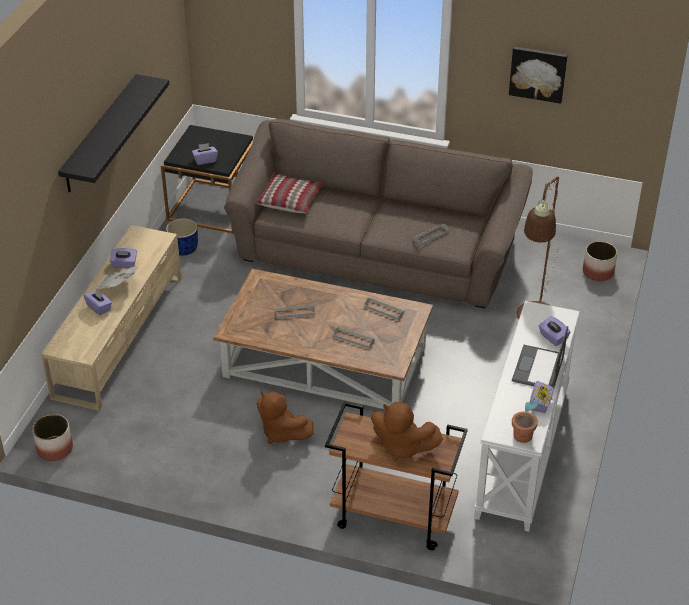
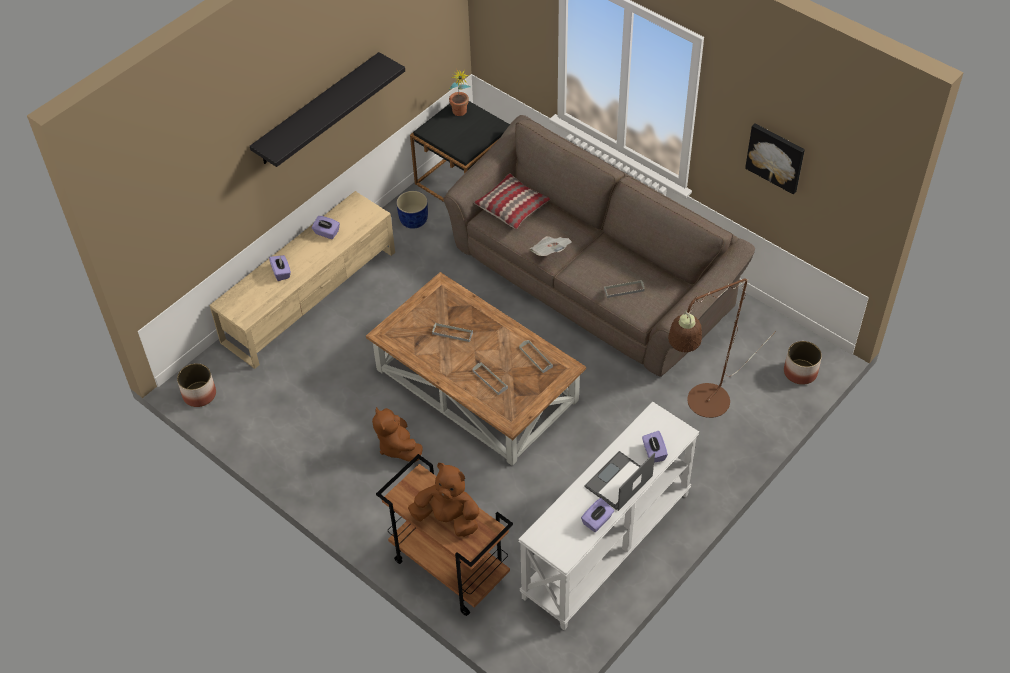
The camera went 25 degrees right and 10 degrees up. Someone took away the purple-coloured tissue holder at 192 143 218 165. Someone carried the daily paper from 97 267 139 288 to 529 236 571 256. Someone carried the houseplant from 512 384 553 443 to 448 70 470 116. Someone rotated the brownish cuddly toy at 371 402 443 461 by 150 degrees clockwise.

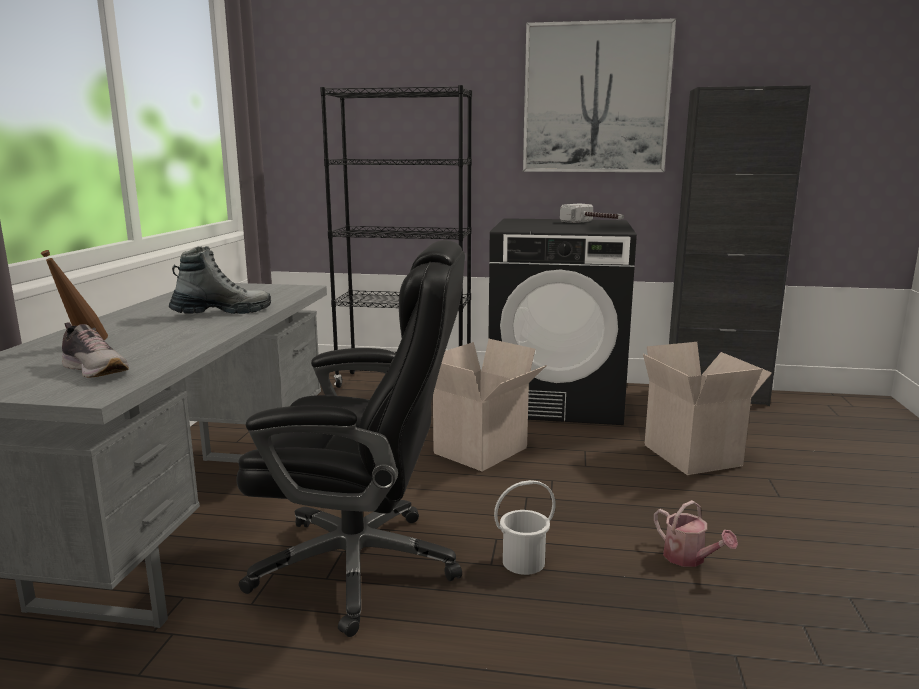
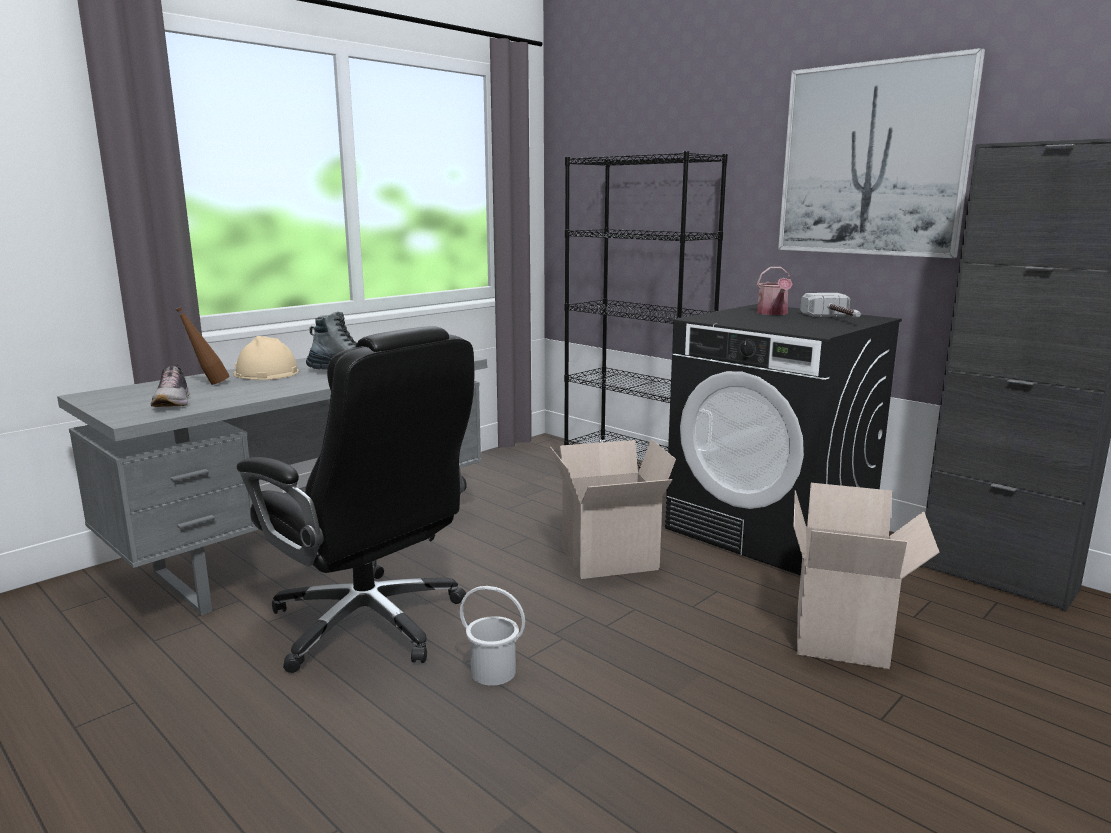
The camera went 35 degrees right and 0 degrees up. Someone carried the sprinkling can from 654 500 738 567 to 757 267 792 315. Someone put down the sand-coloured hard hat at 233 336 299 380.

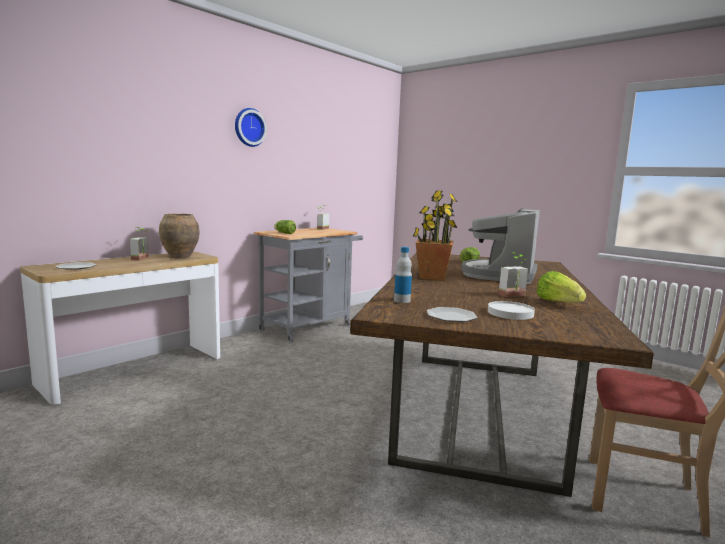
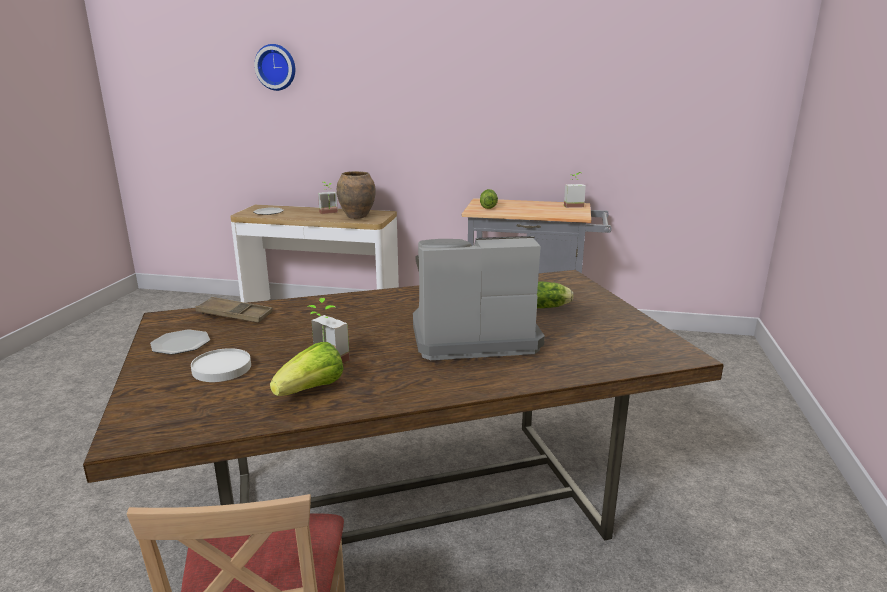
The camera went 60 degrees right and 10 degrees up. Someone carried the wall clock from 235 108 267 147 to 254 44 295 91. Someone took away the houseplant at 413 190 458 281. Someone swapped the beverage bottle at 394 247 412 303 for the brownish tray at 196 297 273 323.

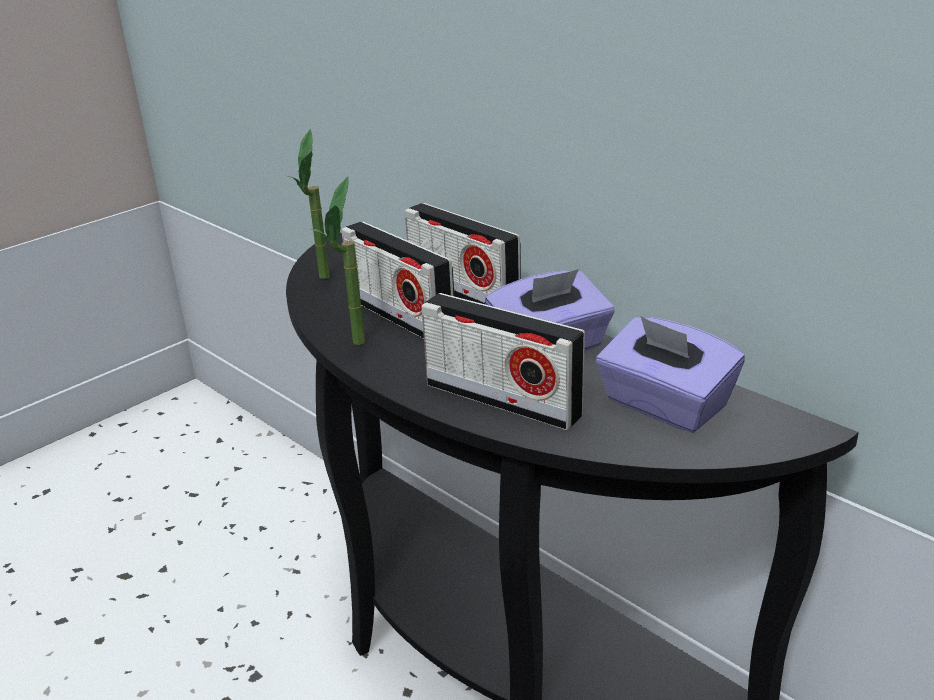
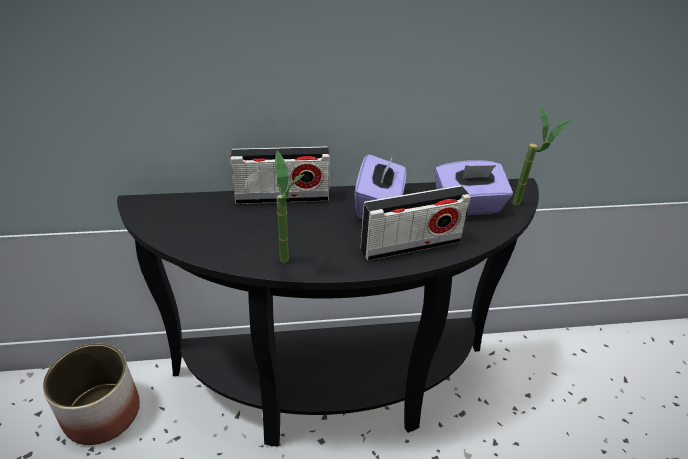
The camera went 55 degrees left and 10 degrees up. Someone carried the houseplant from 287 129 330 279 to 513 104 573 205. Someone took away the radio at 341 222 454 339. Someone put down the planter at 43 344 140 445.

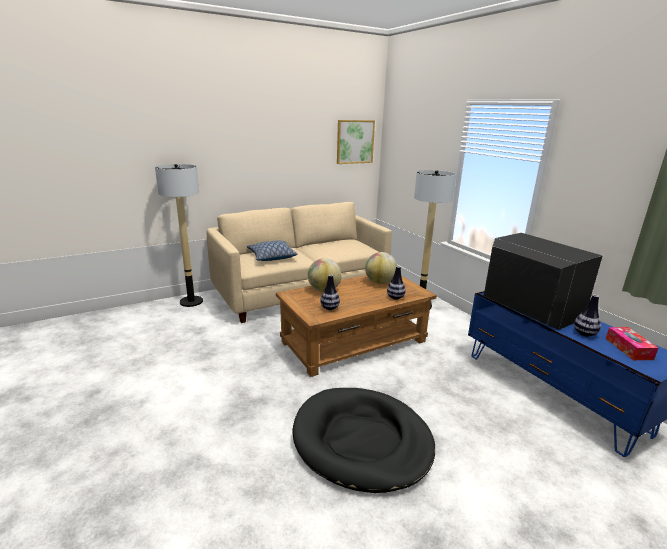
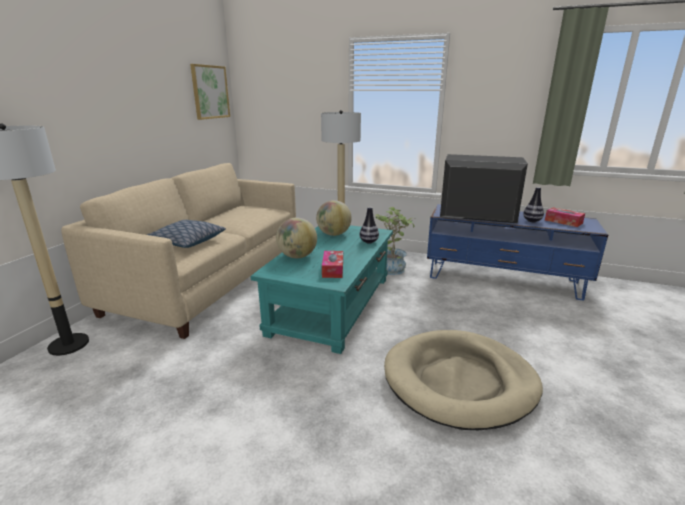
The camera went 40 degrees left and 0 degrees up. Someone swapped the vase at 320 274 340 310 for the tissue holder at 322 251 343 278. Someone repainted the brownish lounge table at 276 275 437 377, which became the turquoise-coloured lounge table at 250 225 393 354. Someone repainted the blackish dog bed at 292 388 435 493, which became the sand-coloured dog bed at 384 330 543 430. Someone put down the houseplant at 375 207 415 275.

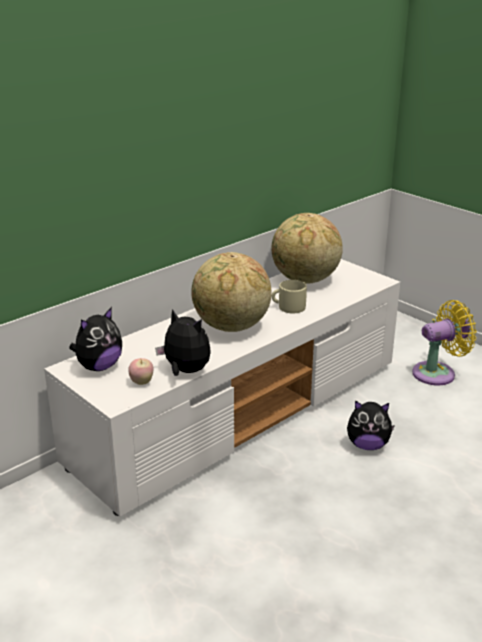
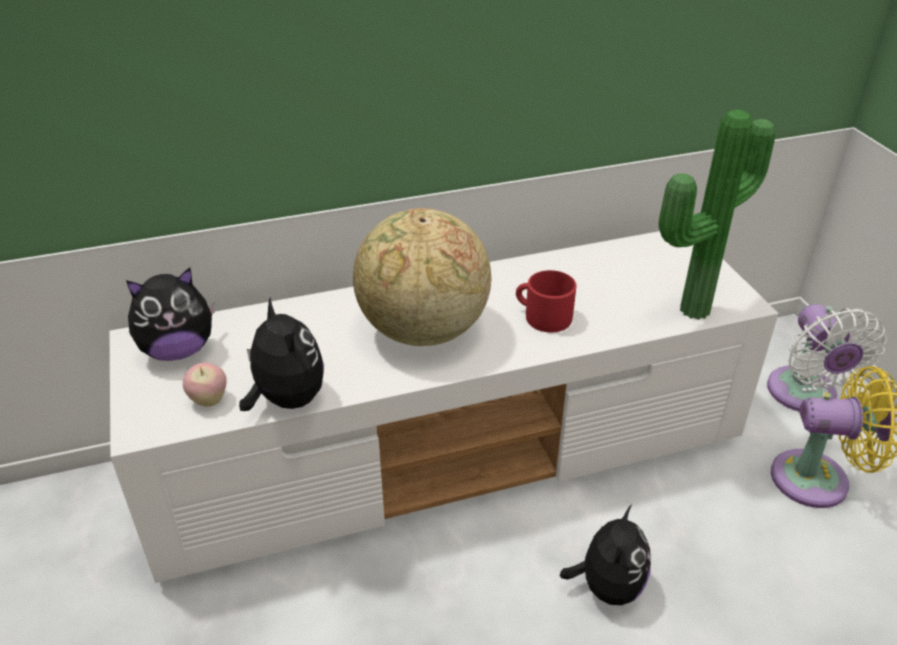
The camera went 25 degrees right and 10 degrees up. Someone took away the desk globe at 272 213 343 283. Someone repainted the sand-coloured tea mug at 271 280 307 313, which became the red tea mug at 516 270 576 332. Someone rotated the cuddly toy at 347 400 395 450 by 105 degrees counterclockwise. Someone put down the houseplant at 659 109 776 320. Someone put down the white-coloured cooling fan at 767 304 887 411.

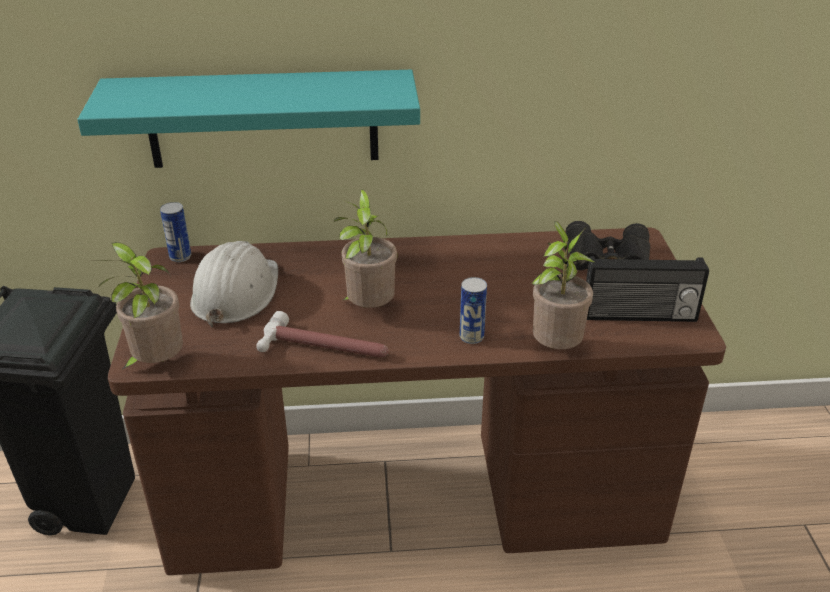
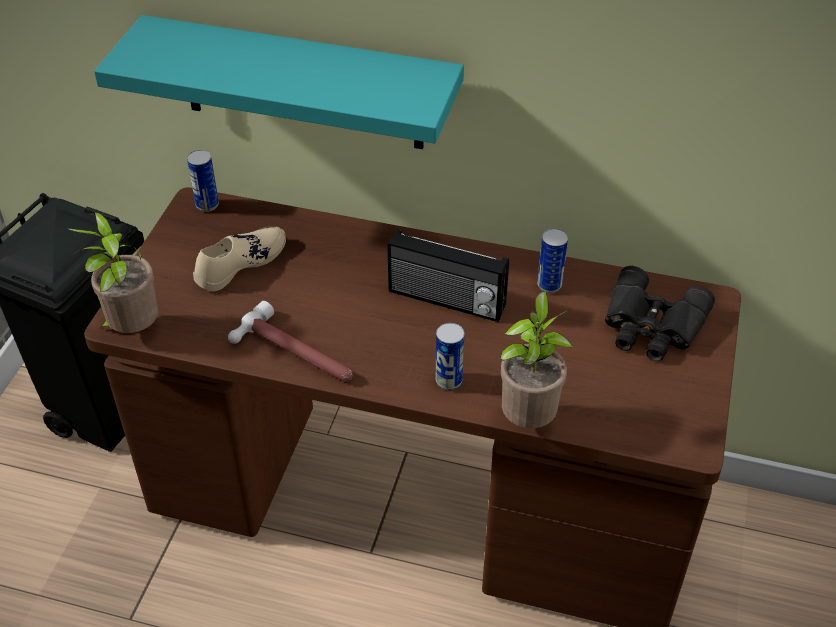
The camera went 20 degrees right and 10 degrees up. Someone took away the houseplant at 334 189 397 308. Someone swapped the white-coloured hard hat at 190 241 278 328 for the sand-coloured shoe at 193 226 286 291. Someone carried the radio from 586 256 709 322 to 387 229 509 322. Someone put down the sealed can at 537 228 568 293.

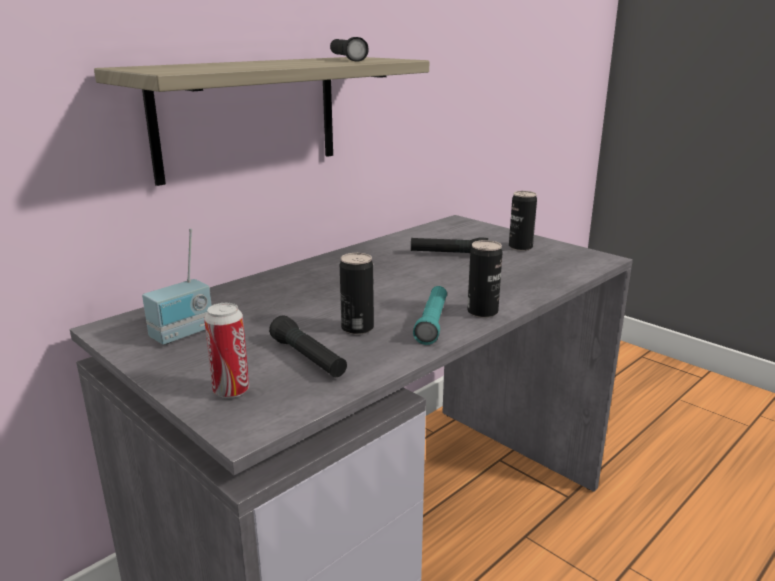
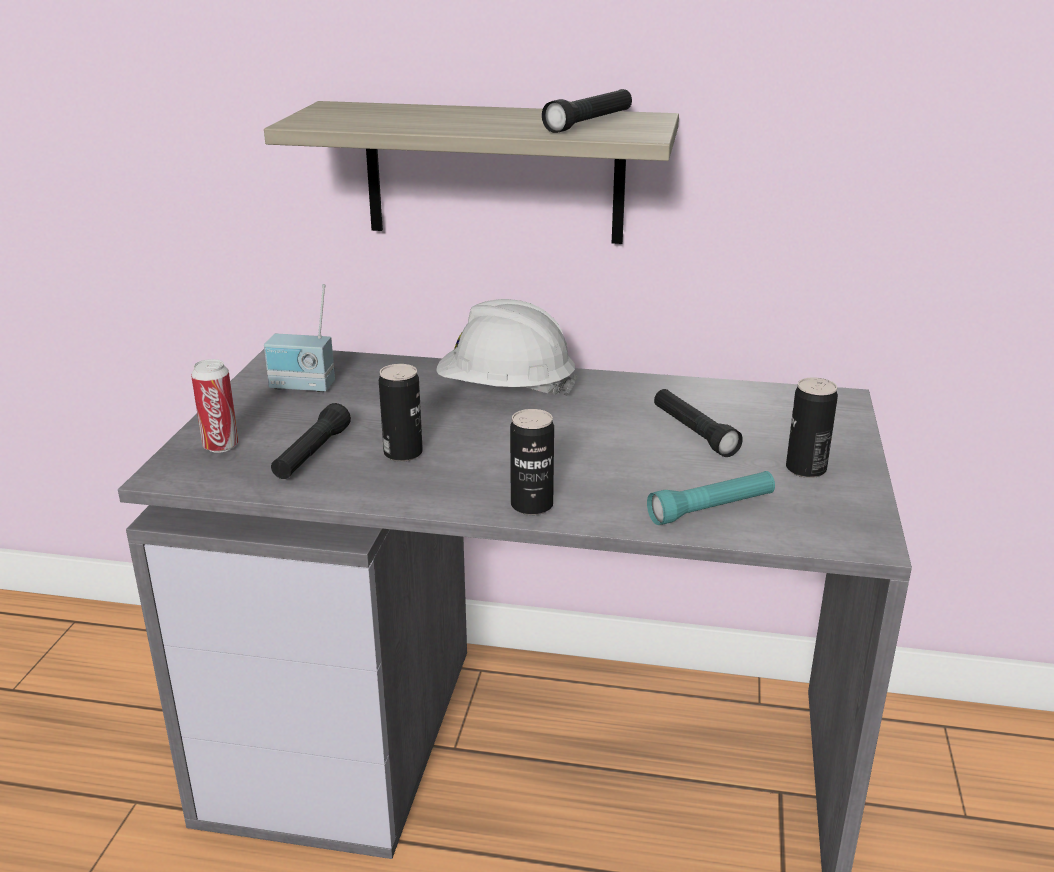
The camera went 55 degrees right and 5 degrees up. Someone carried the turquoise-coloured hand torch from 413 286 447 345 to 647 471 775 525. Someone put down the white-coloured hard hat at 436 299 578 396.

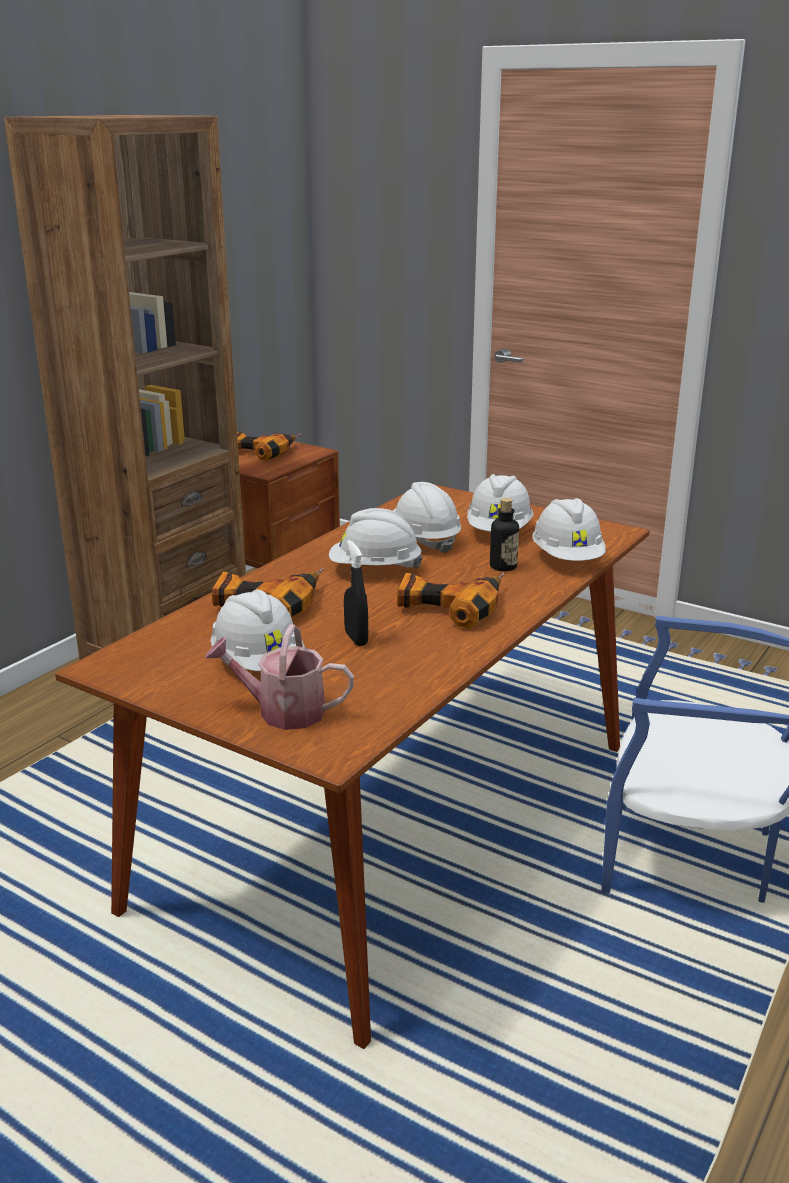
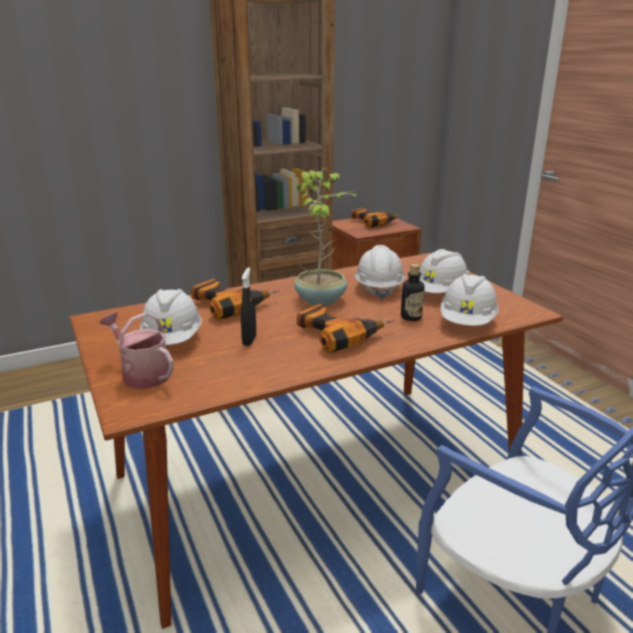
The camera went 30 degrees right and 0 degrees up. Someone swapped the white-coloured hard hat at 329 508 423 569 for the houseplant at 294 168 360 306.

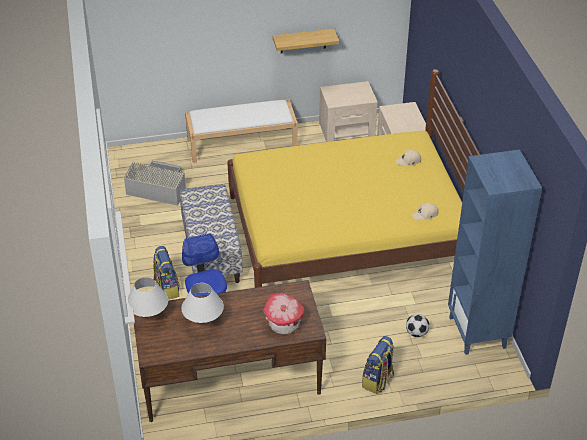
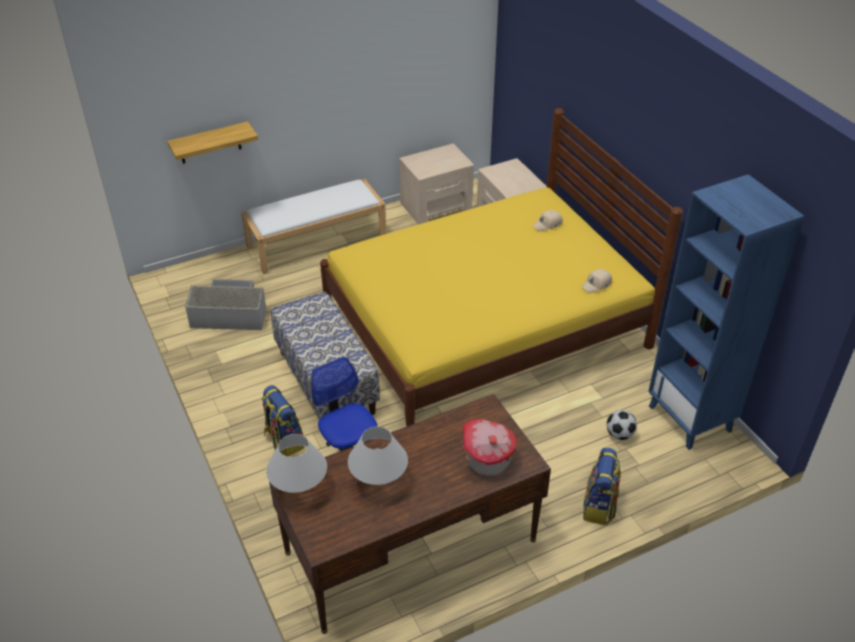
The camera went 15 degrees left and 0 degrees up. Someone carried the bracket shelf from 272 29 339 53 to 167 121 258 164.

